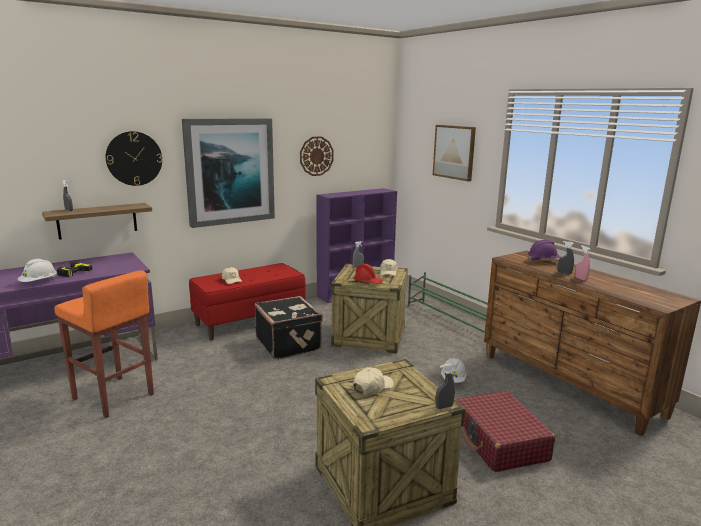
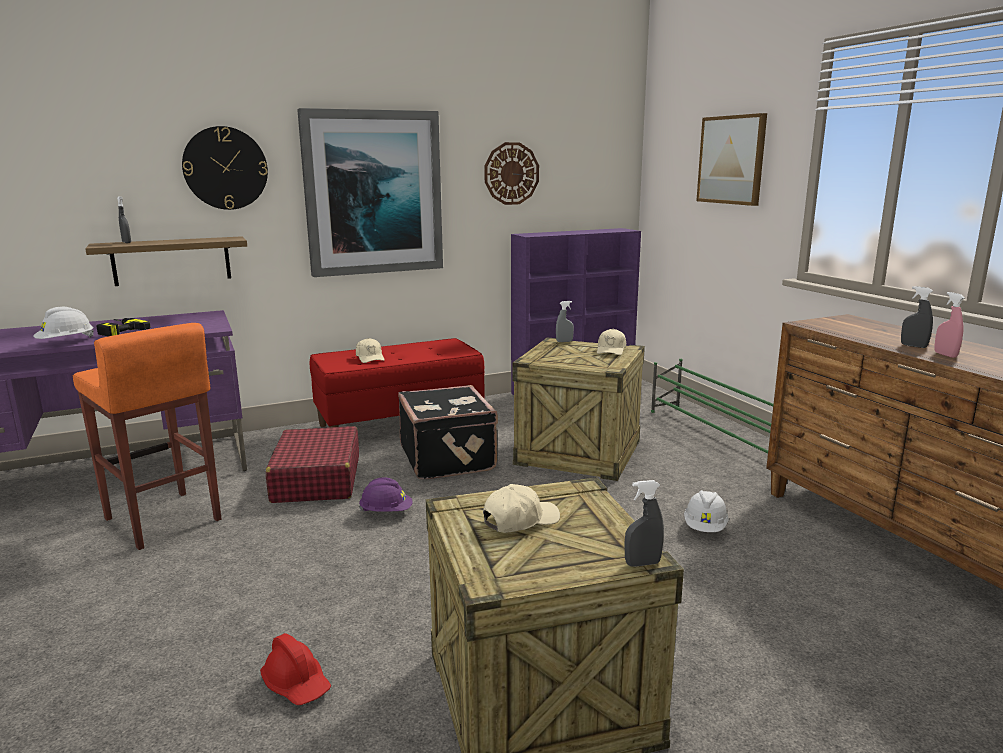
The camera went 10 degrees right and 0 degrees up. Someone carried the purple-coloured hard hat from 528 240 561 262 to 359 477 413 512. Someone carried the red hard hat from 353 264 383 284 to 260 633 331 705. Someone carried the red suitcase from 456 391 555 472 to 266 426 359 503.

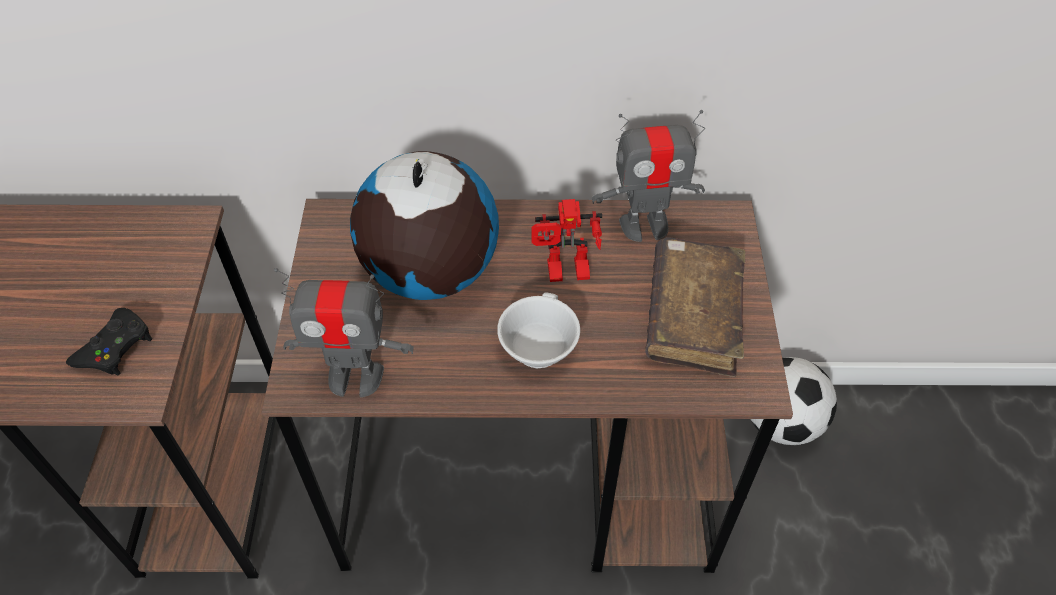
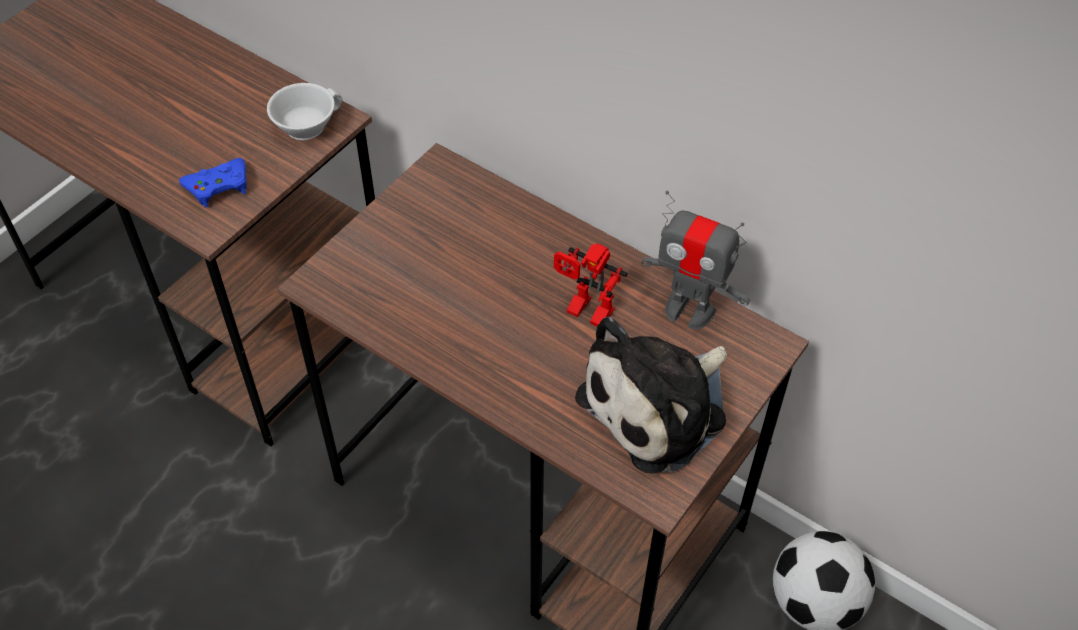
The camera went 35 degrees right and 0 degrees up. Someone took away the desk globe at 350 151 499 300. Someone swapped the brownish bound book at 645 237 745 377 for the cuddly toy at 575 317 727 473. Someone took away the toy robot at 274 268 414 397. Someone carried the white-coloured drinking cup from 497 292 580 368 to 267 83 342 140. Someone repainted the blackish gamepad at 66 308 152 376, which became the blue gamepad at 179 158 247 208.

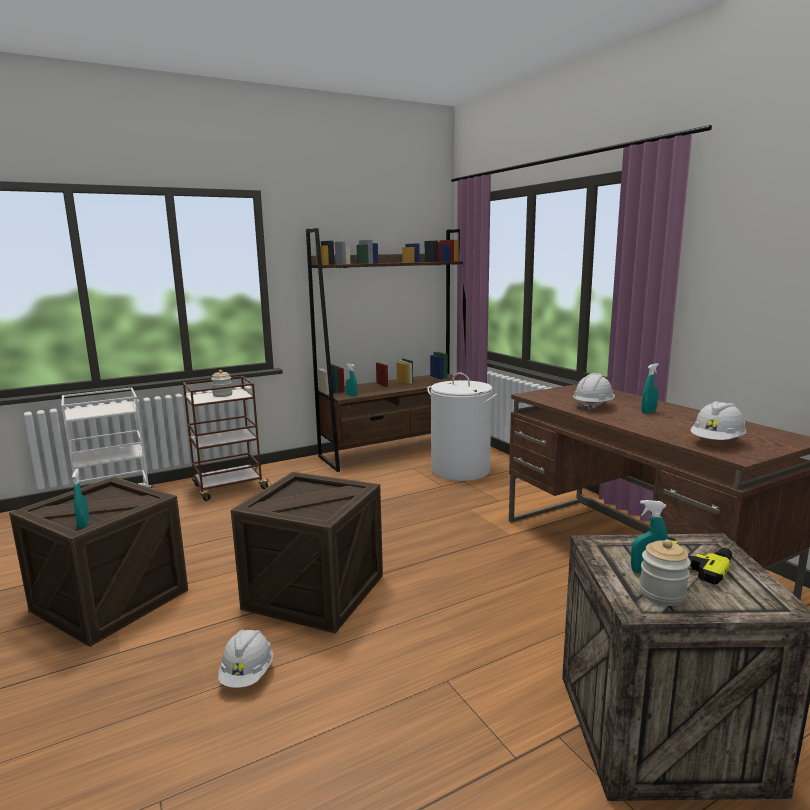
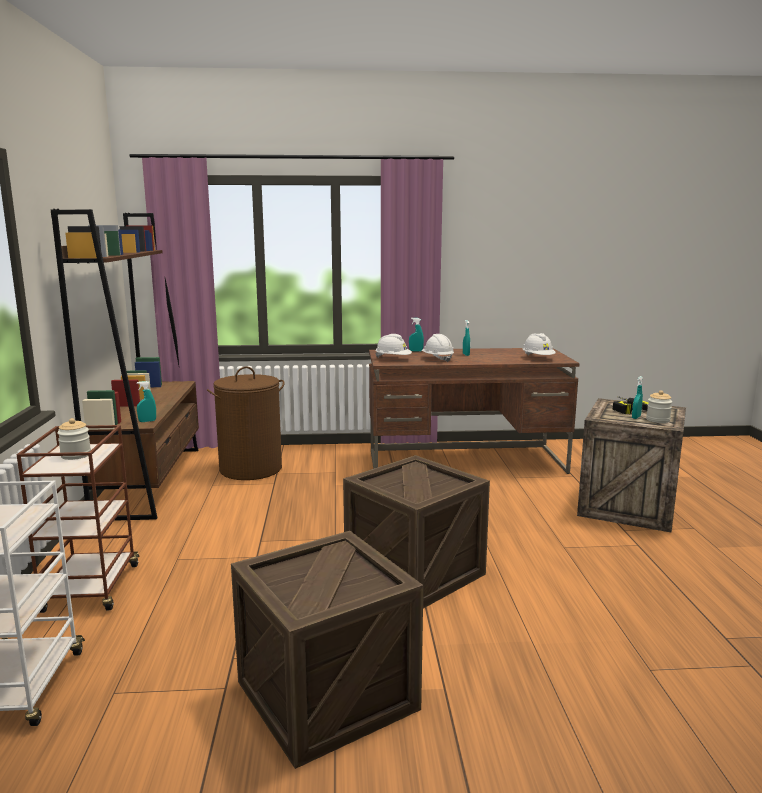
The camera went 65 degrees left and 0 degrees up. Someone repainted the white-coloured laundry basket at 427 372 498 481, which became the brownish laundry basket at 207 367 284 480. Someone carried the turquoise-coloured sprayer from 72 469 89 529 to 409 318 424 352. Someone carried the white-coloured hard hat from 218 630 273 688 to 375 334 412 358.

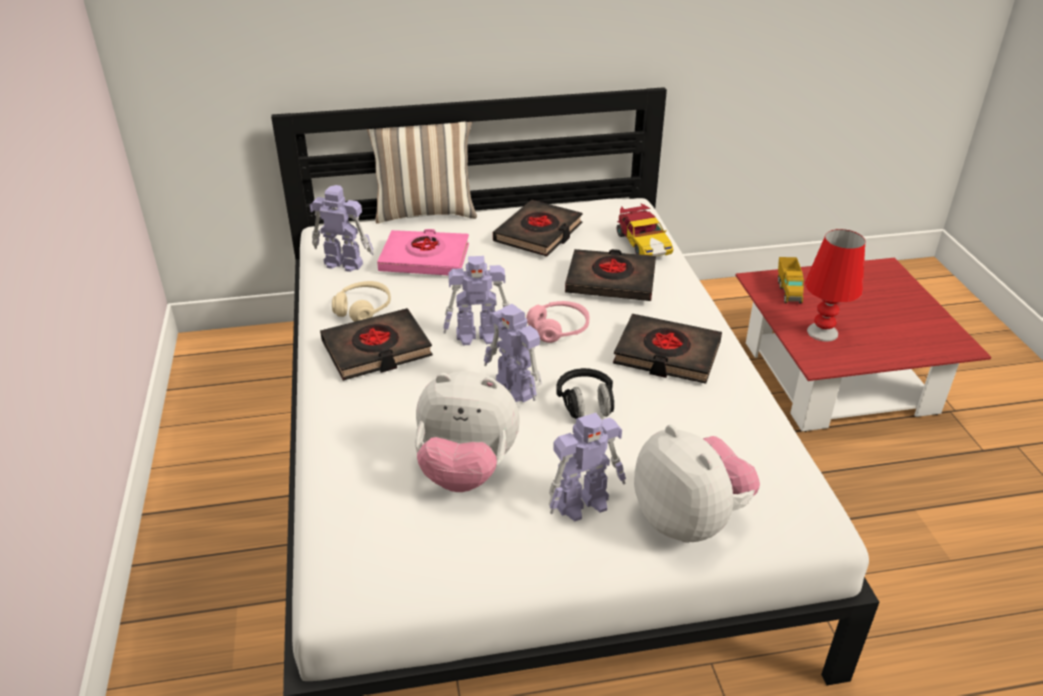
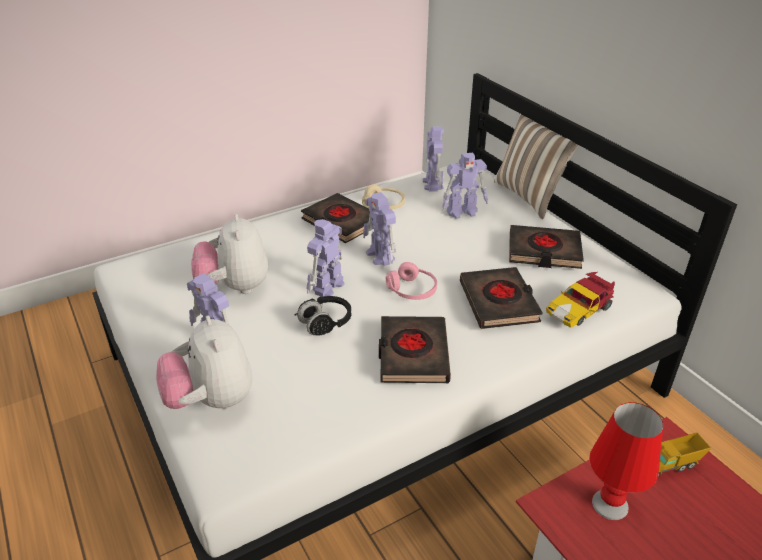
The camera went 70 degrees right and 0 degrees up. Someone swapped the pink-coloured bound book at 377 229 469 275 for the toy robot at 442 153 488 219. Someone rotated the cuddly toy at 634 425 760 542 by 120 degrees clockwise.

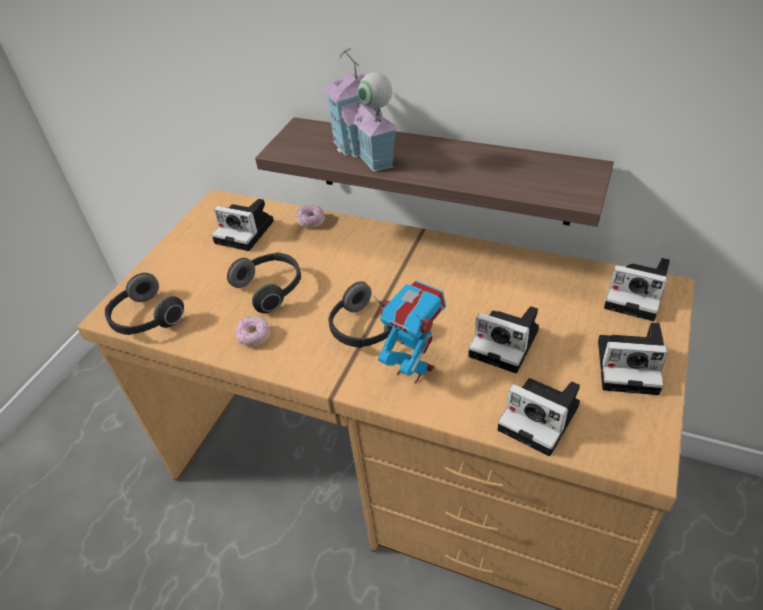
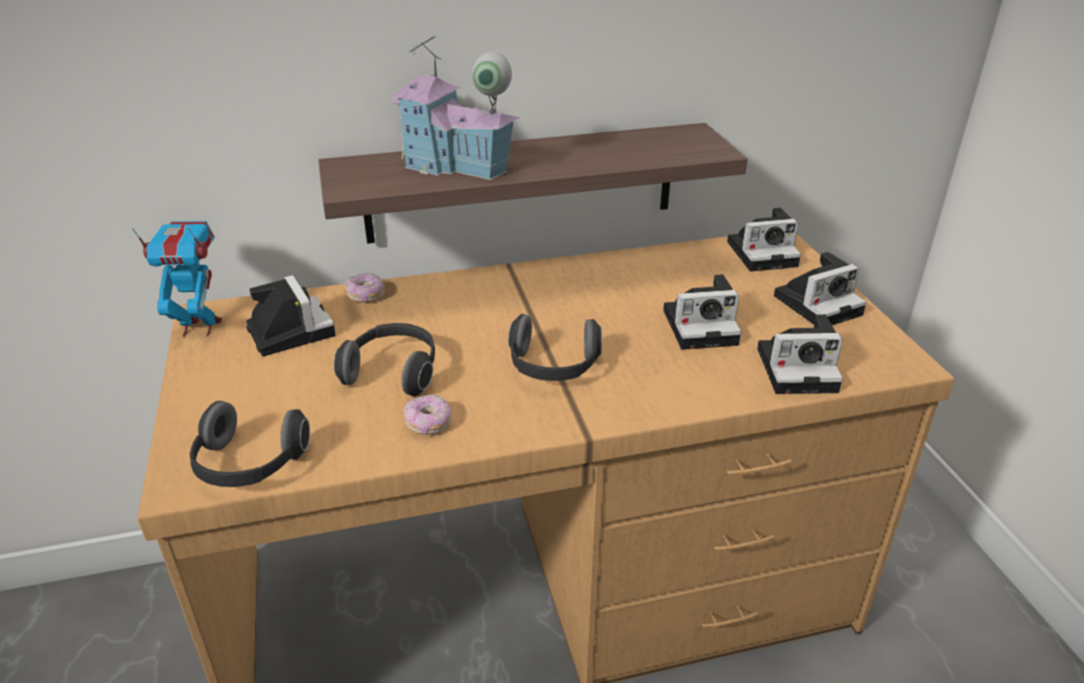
The camera went 40 degrees left and 10 degrees down. Someone rotated the photo camera at 212 199 274 251 by 105 degrees counterclockwise. Someone carried the toy robot from 373 280 446 384 to 132 221 222 337.

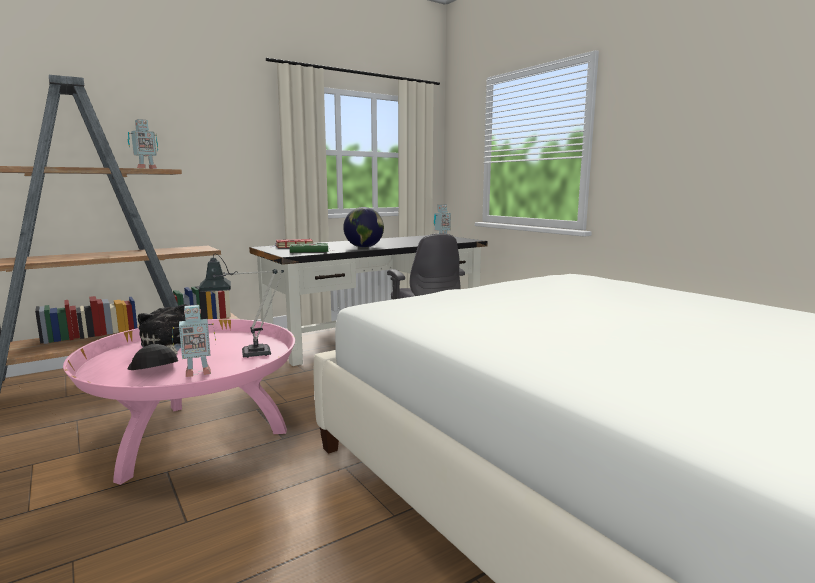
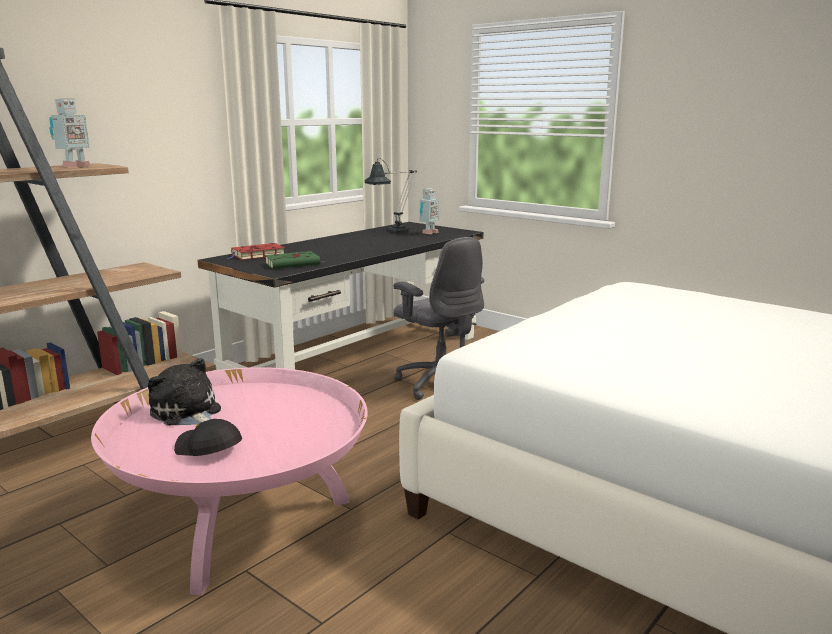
The camera went 15 degrees left and 5 degrees up. Someone took away the desk globe at 343 207 384 248. Someone carried the tabletop lamp from 199 253 284 358 to 364 158 417 233. Someone took away the toy robot at 172 305 216 377.

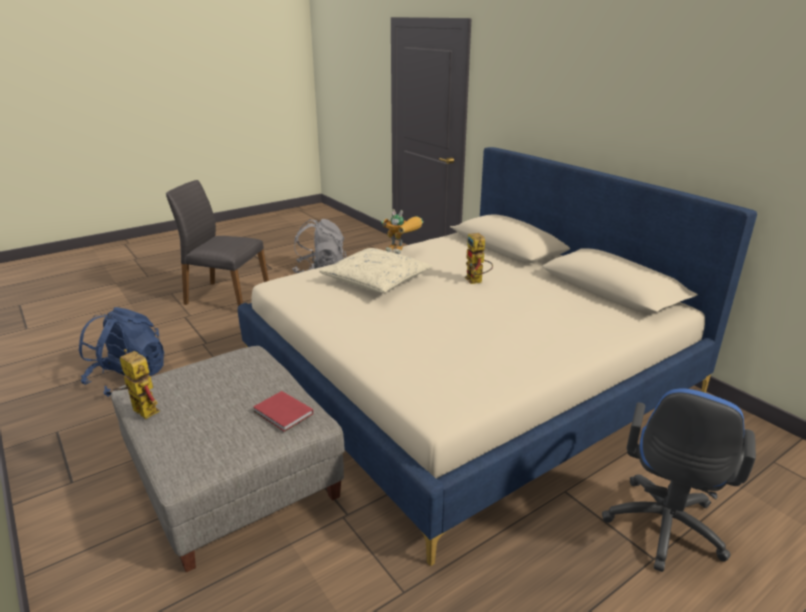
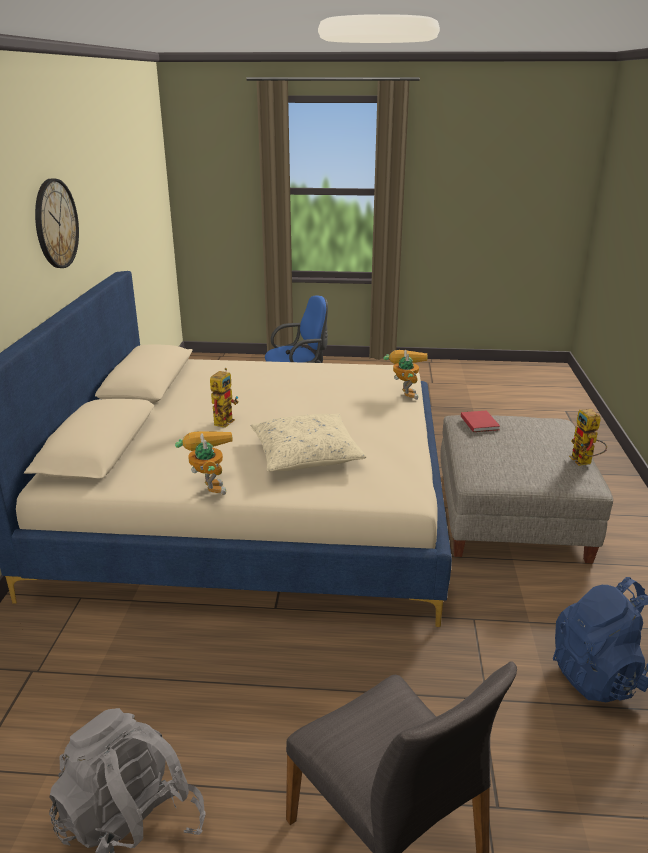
The camera went 140 degrees left and 0 degrees up. Someone put up the wall clock at 35 179 79 268. Someone put down the toy robot at 384 350 428 400.

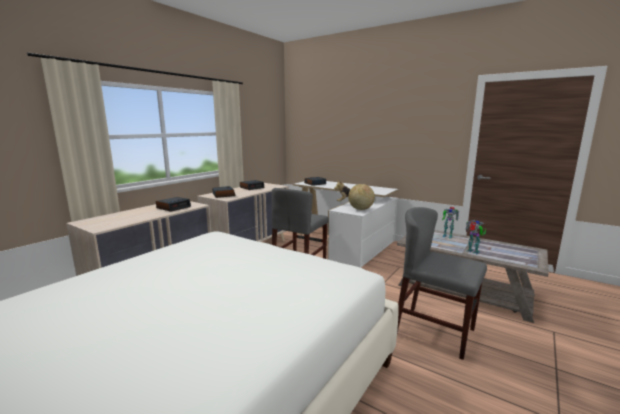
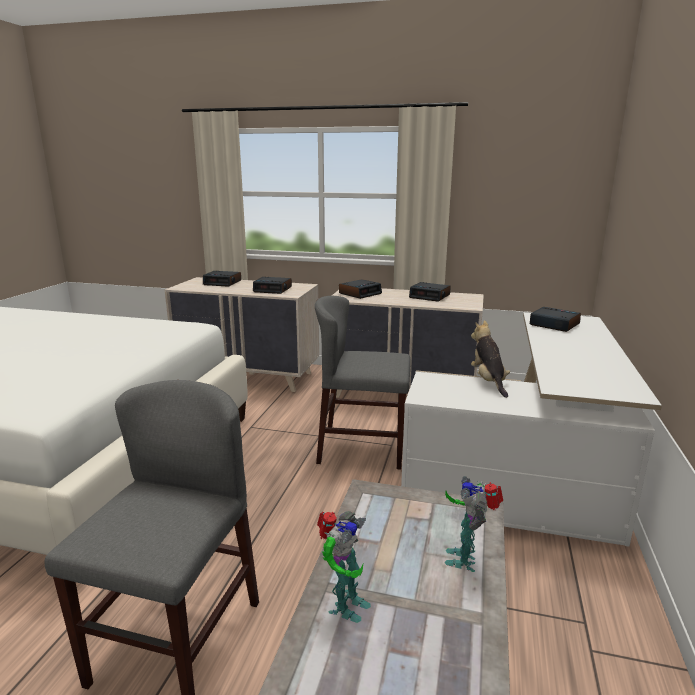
The camera went 70 degrees right and 5 degrees up. Someone took away the desk globe at 348 184 375 210. Someone put down the table clock at 203 271 241 287.

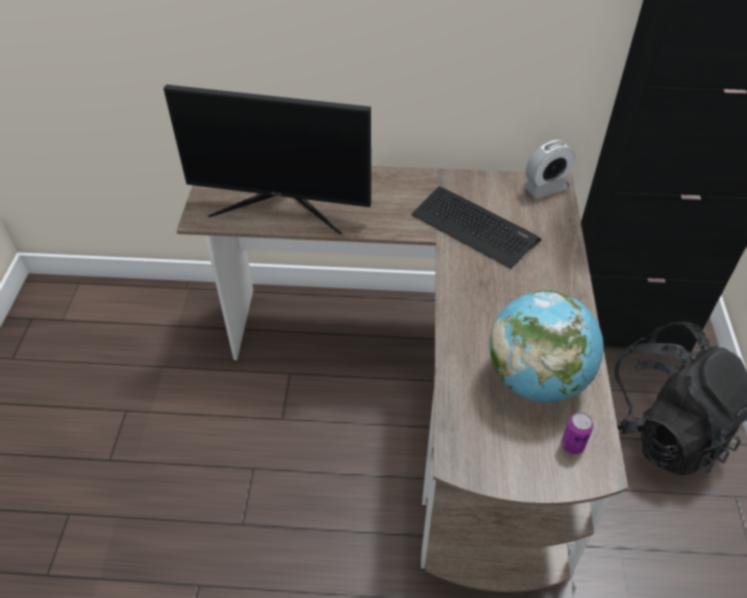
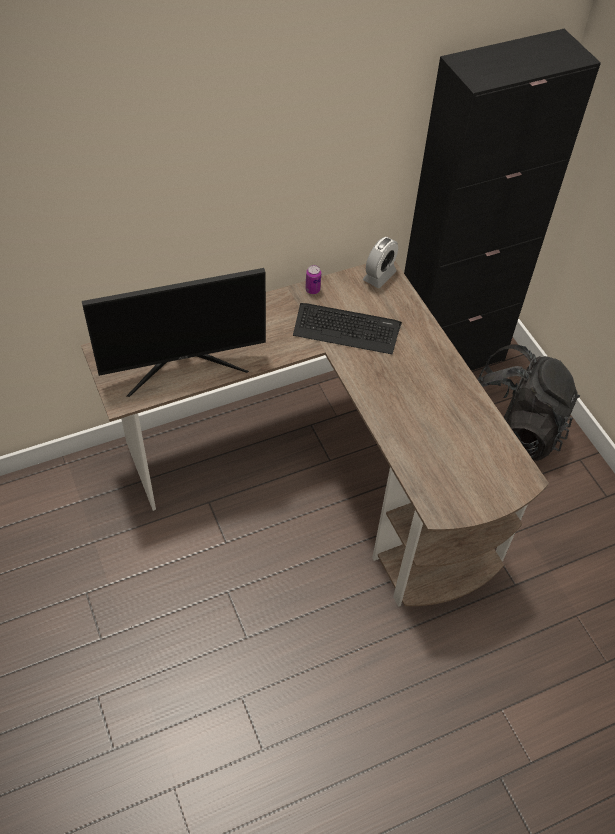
The camera went 30 degrees left and 5 degrees up. Someone took away the desk globe at 489 290 604 402. Someone carried the sealed can from 561 412 593 454 to 305 265 321 294.

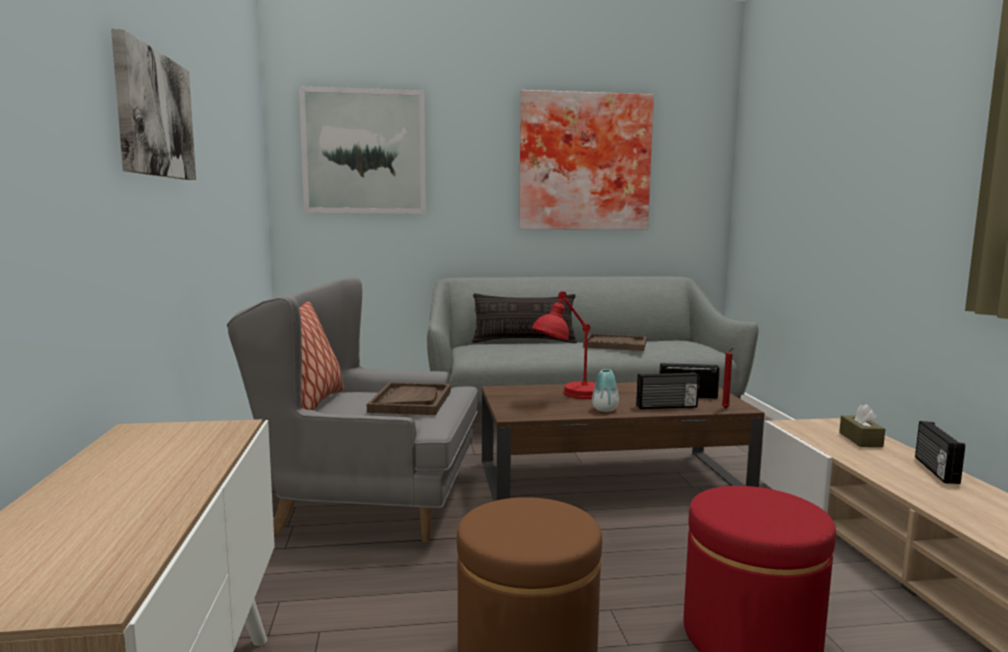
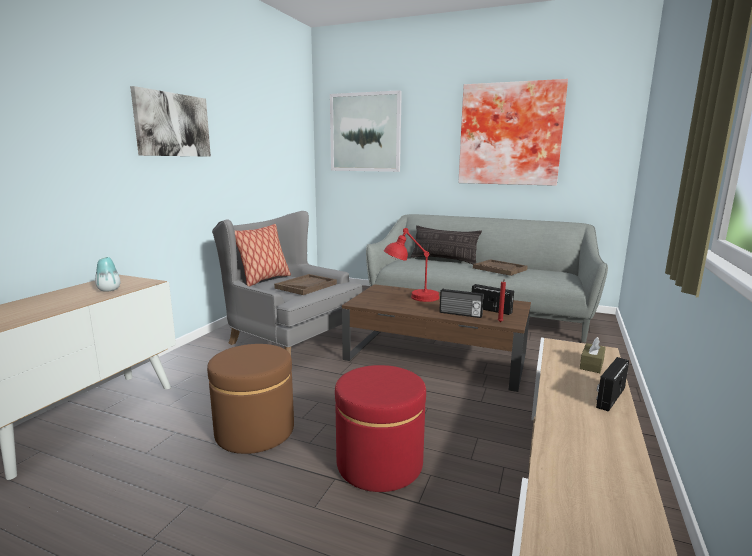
The camera went 30 degrees right and 5 degrees up. Someone carried the vase from 592 369 619 412 to 95 257 120 292.

